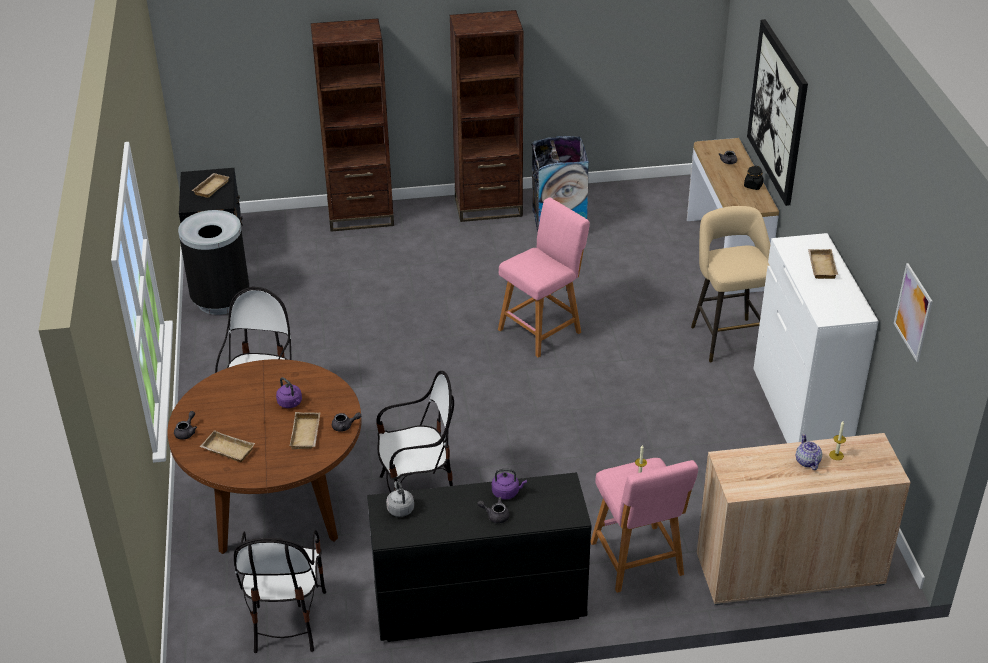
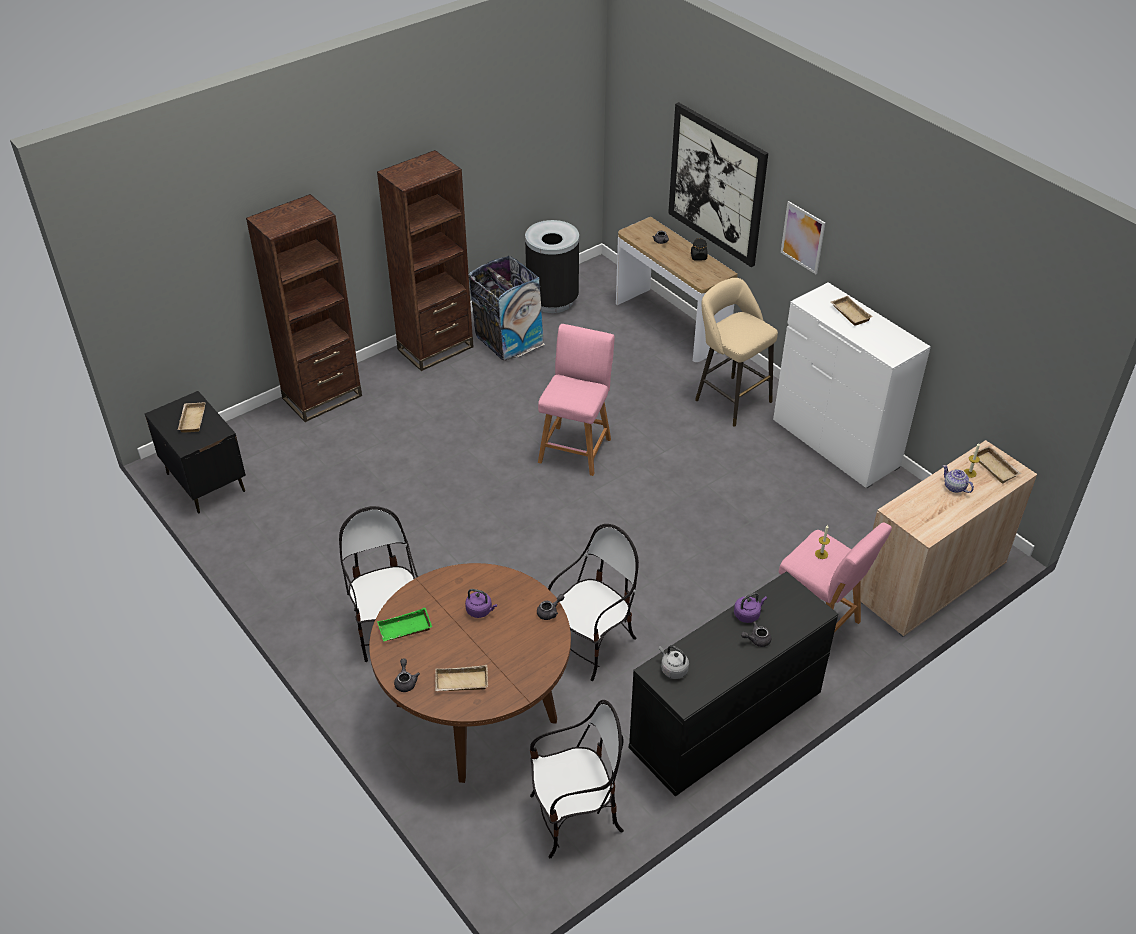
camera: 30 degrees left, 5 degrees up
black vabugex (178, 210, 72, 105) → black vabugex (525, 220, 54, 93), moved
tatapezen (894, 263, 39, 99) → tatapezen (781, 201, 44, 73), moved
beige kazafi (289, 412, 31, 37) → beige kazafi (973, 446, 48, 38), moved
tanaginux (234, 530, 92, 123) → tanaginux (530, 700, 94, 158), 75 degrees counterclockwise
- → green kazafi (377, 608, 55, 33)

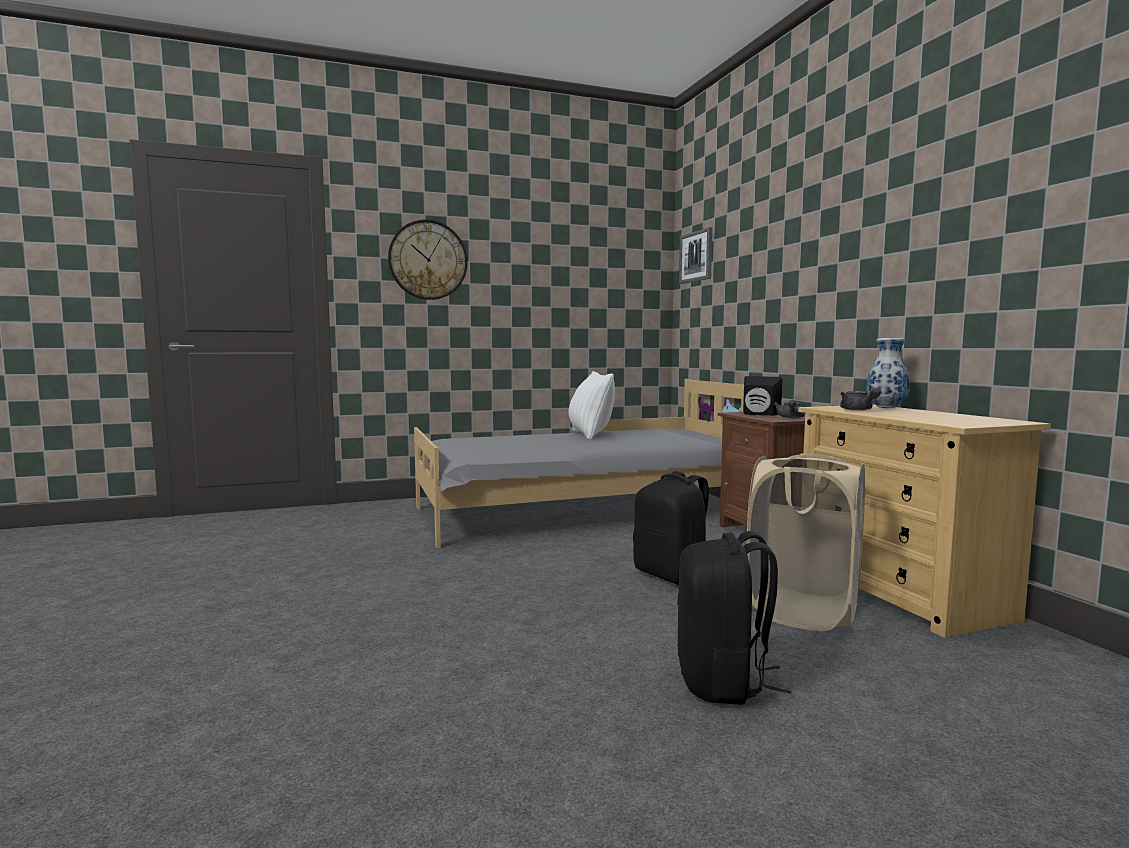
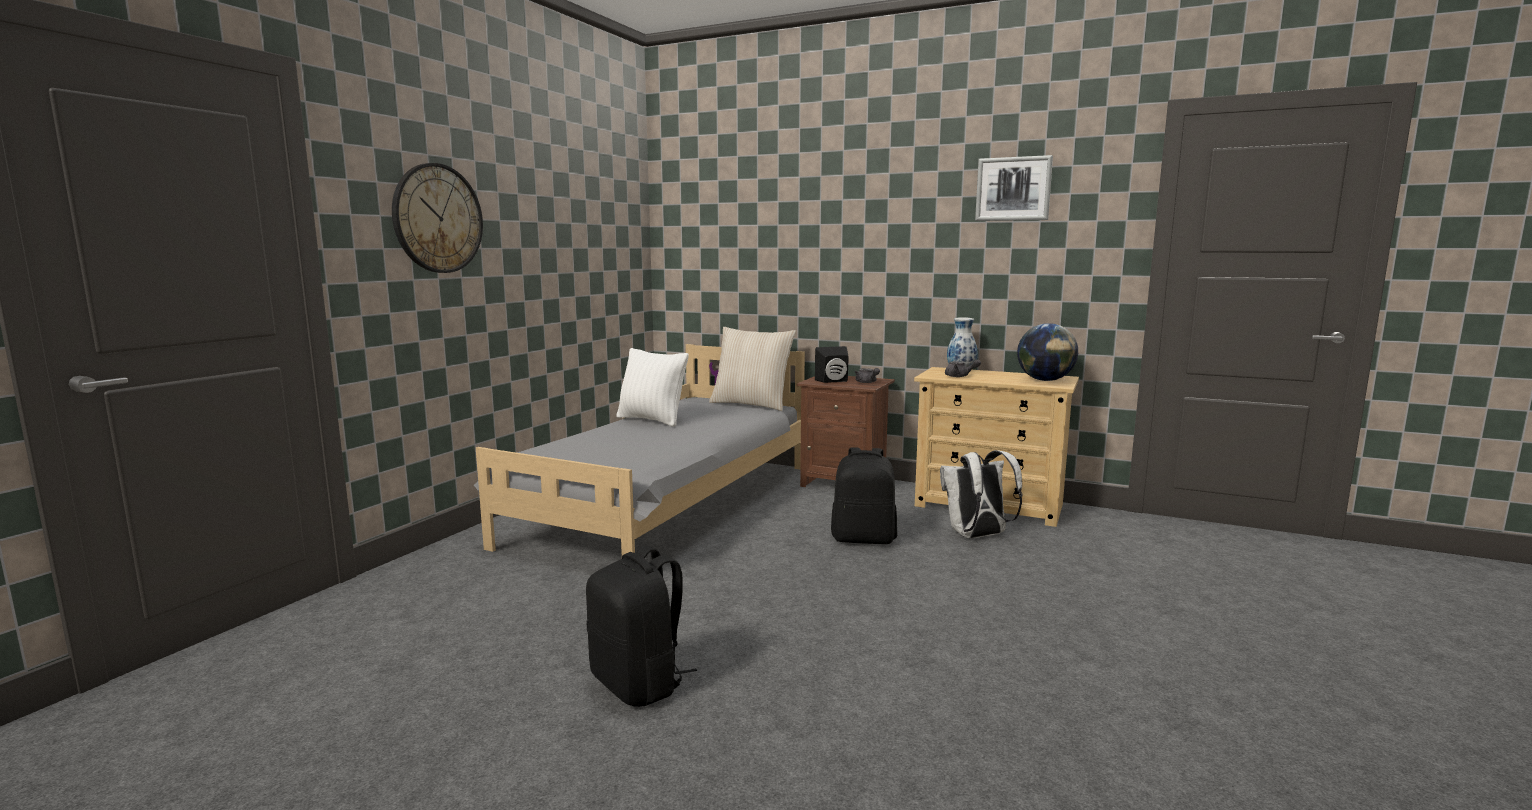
camera: 45 degrees left, 5 degrees up
tatapezen (679, 227, 33, 57) → tatapezen (975, 155, 78, 66), moved
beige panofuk (747, 453, 118, 178) → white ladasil (940, 450, 83, 88)
black ladasil (678, 531, 114, 174) → black ladasil (586, 545, 111, 162), moved
- → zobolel (1017, 323, 61, 58)
- → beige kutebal (709, 327, 87, 84)

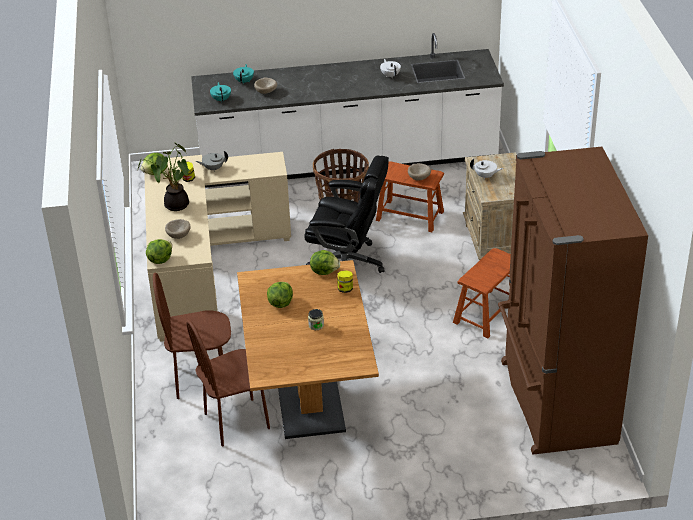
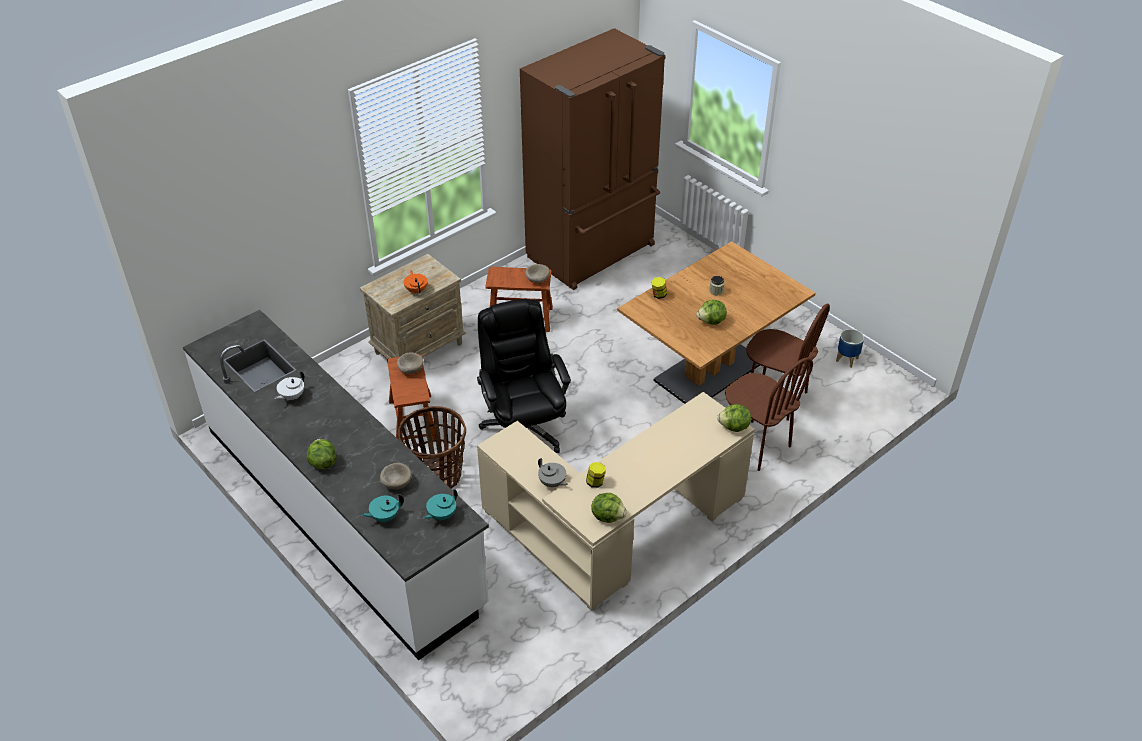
camera: 125 degrees left, 5 degrees up
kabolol (138, 142, 52, 69) → -
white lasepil (470, 159, 33, 21) → orange lasepil (404, 270, 23, 24)
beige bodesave (165, 219, 26, 20) → beige bodesave (525, 264, 25, 19), moved
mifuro (310, 250, 30, 25) → mifuro (307, 439, 30, 31), moved
- → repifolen (836, 329, 28, 39)

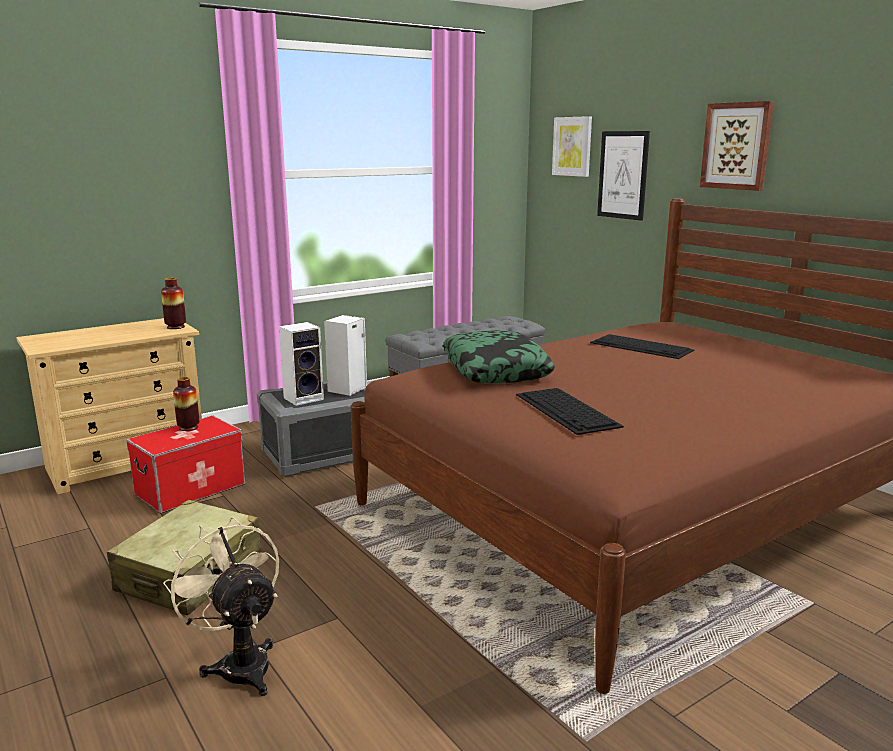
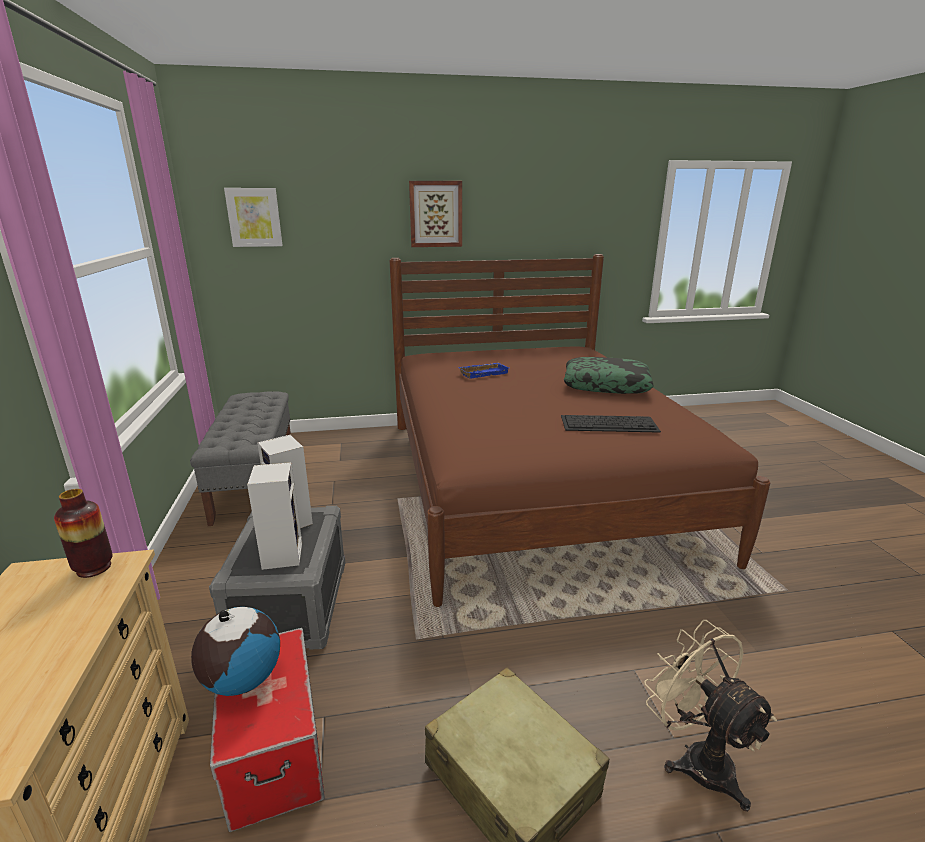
camera: 65 degrees left, 5 degrees up
tatapezen (597, 131, 53, 90) → -
kutebal (443, 330, 112, 53) → kutebal (564, 357, 90, 37), moved
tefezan (590, 334, 105, 25) → blue kazafi (458, 363, 51, 16)
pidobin (173, 377, 27, 54) → zobolel (191, 607, 89, 89)
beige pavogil (163, 517, 116, 179) → beige pavogil (644, 620, 133, 191), 75 degrees clockwise

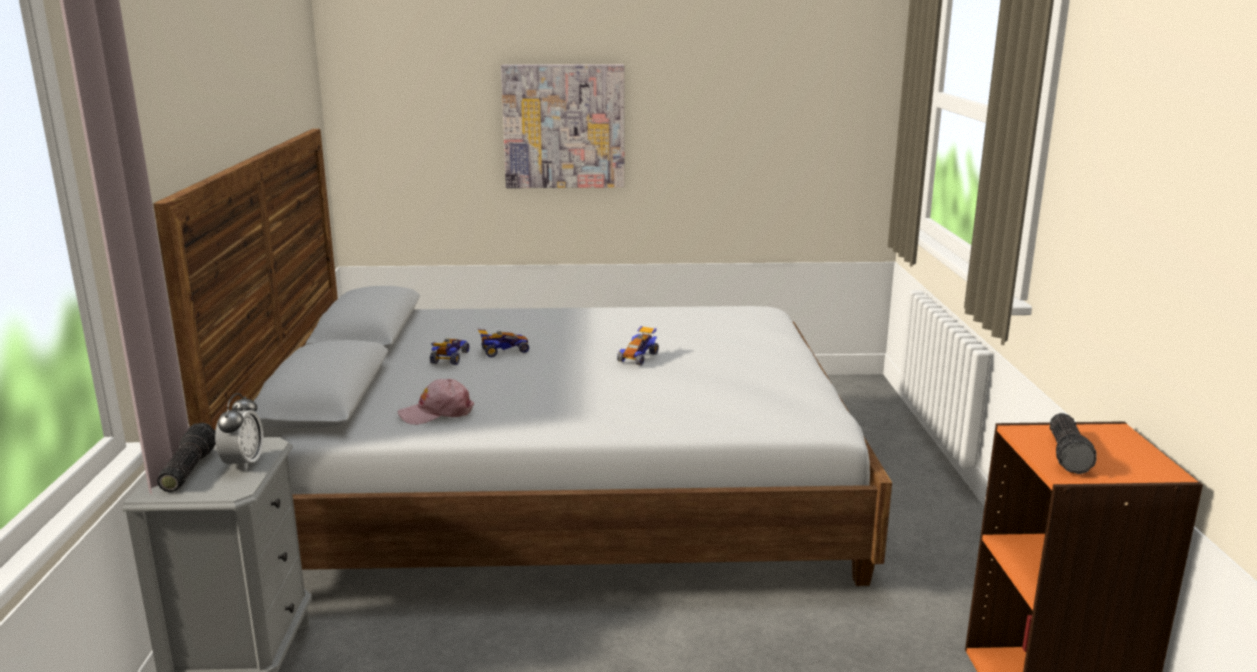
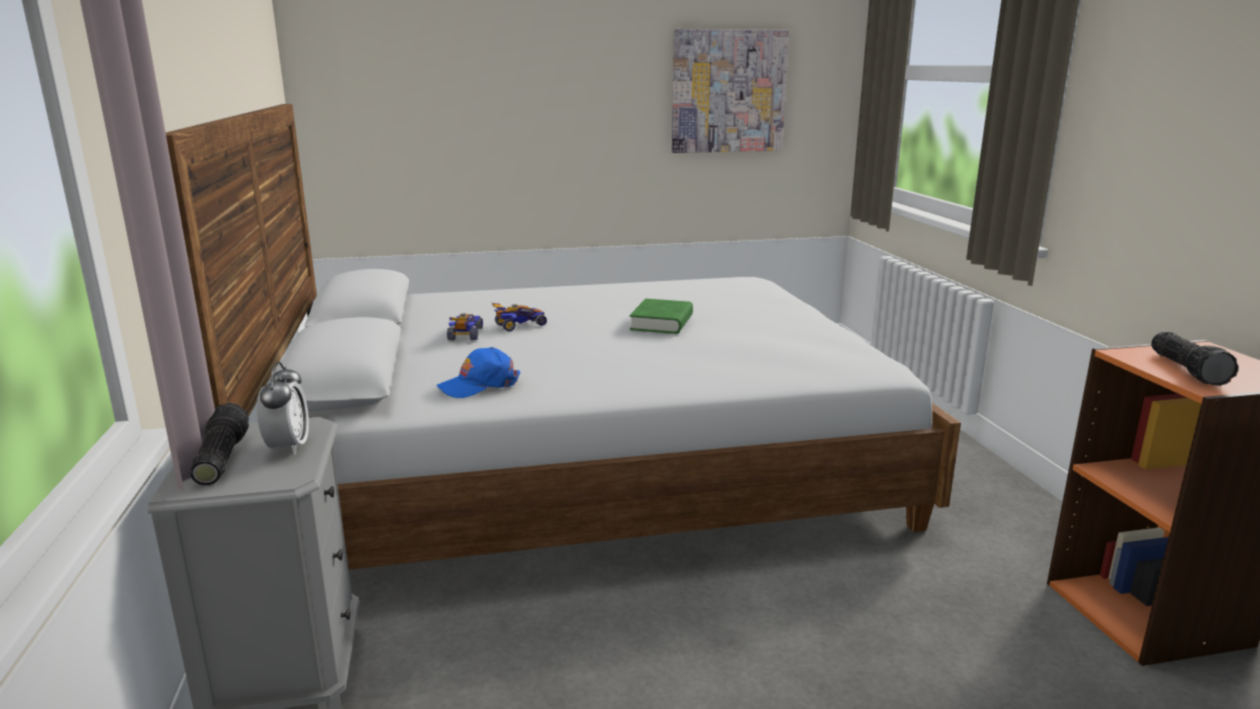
camera: 10 degrees left, 0 degrees up
tatapezen (501, 64, 124, 124) → tatapezen (672, 29, 117, 124), moved
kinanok (617, 326, 42, 40) → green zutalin (630, 299, 63, 35)
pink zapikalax (398, 379, 76, 46) → blue zapikalax (437, 347, 84, 51)

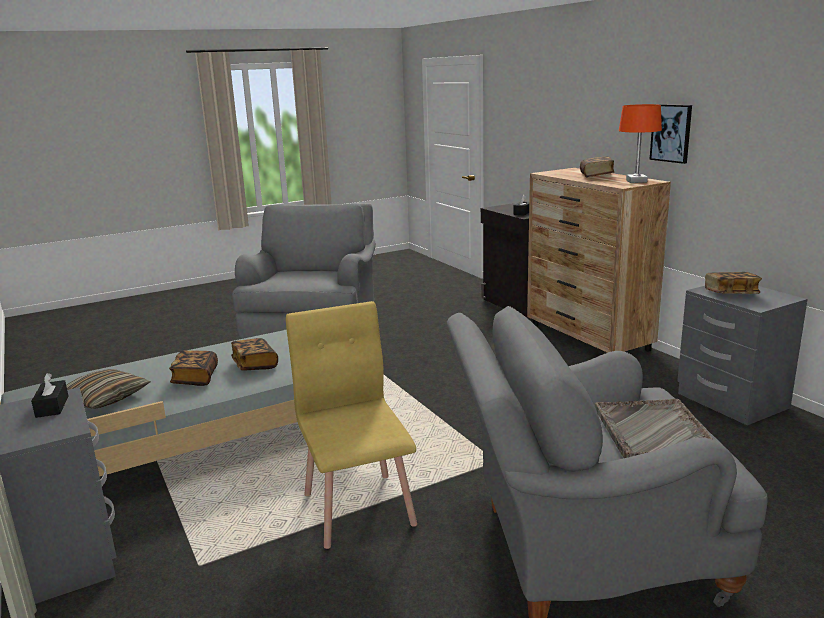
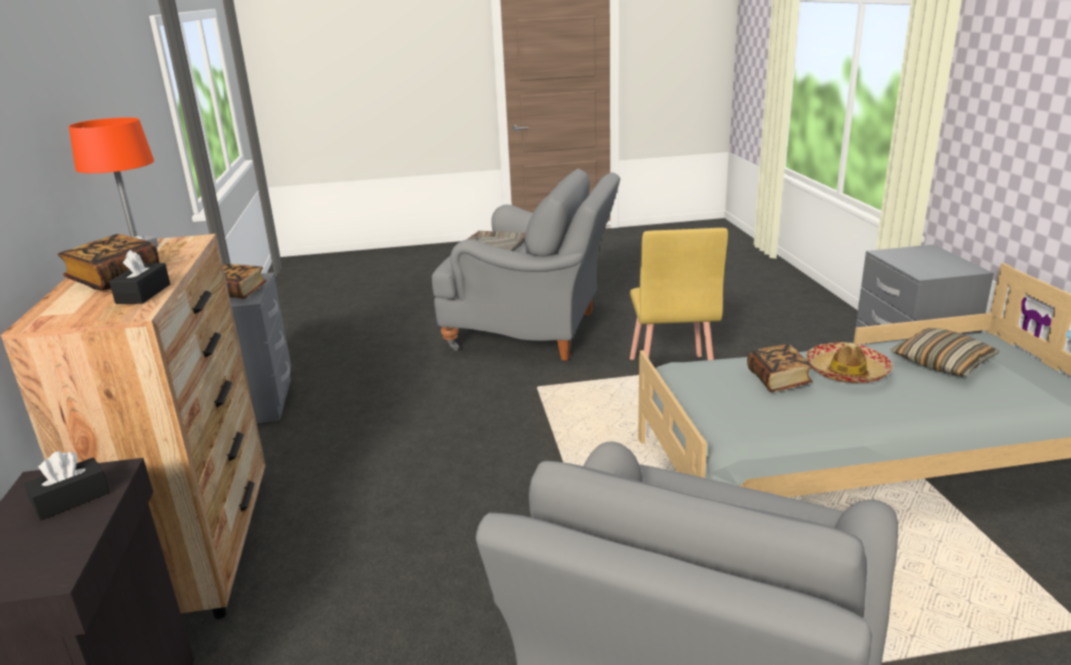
camera: 160 degrees left, 5 degrees up
tatapezen (649, 104, 43, 60) → -
zutalin (169, 350, 49, 36) → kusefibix (806, 342, 87, 41)
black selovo (31, 373, 37, 45) → black selovo (109, 250, 61, 54), moved

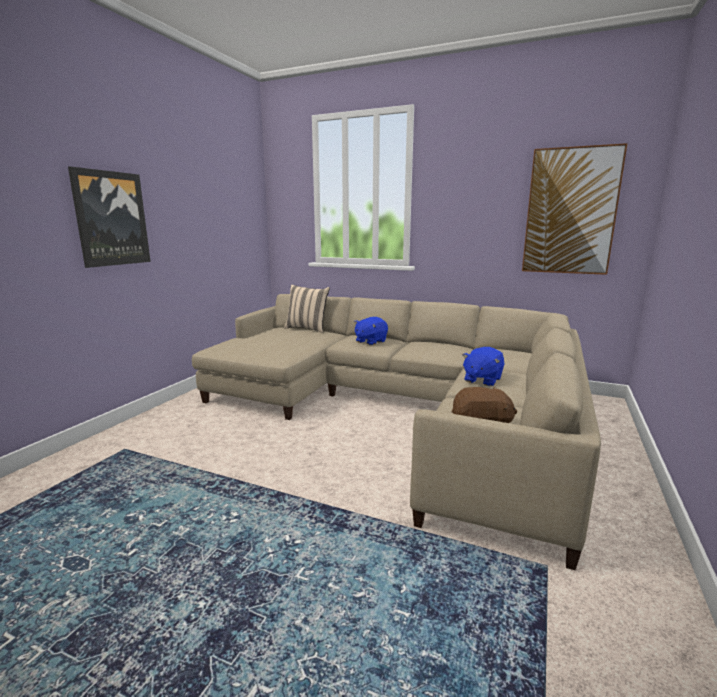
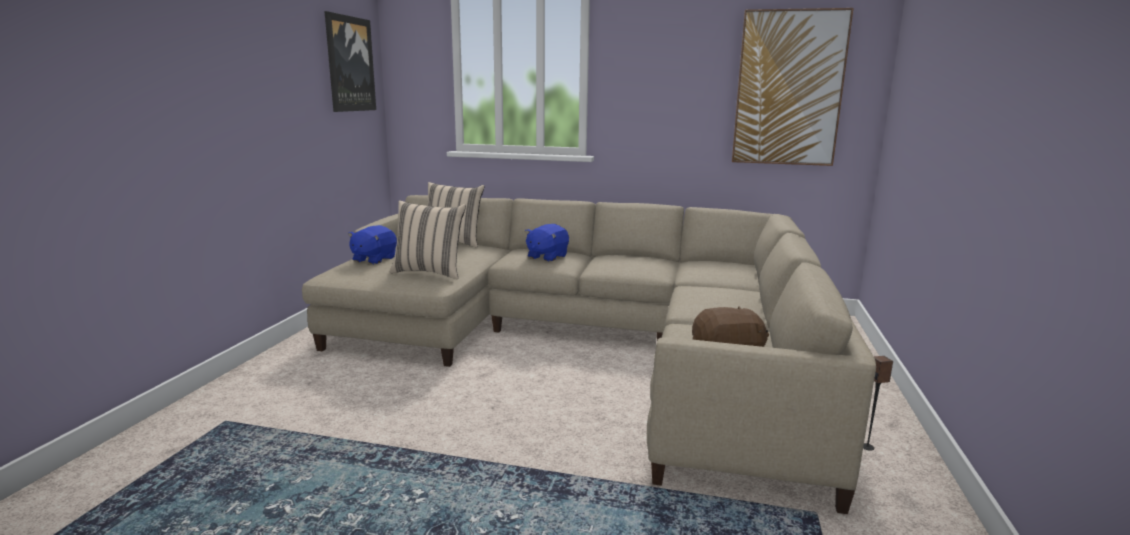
camera: 10 degrees left, 0 degrees up
tatapezen (68, 166, 83, 102) → tatapezen (324, 11, 52, 101), moved
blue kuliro (462, 347, 43, 39) → blue kuliro (348, 225, 49, 40), moved
- → beige kutebal (390, 201, 76, 78)
- → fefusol (863, 356, 30, 95)

